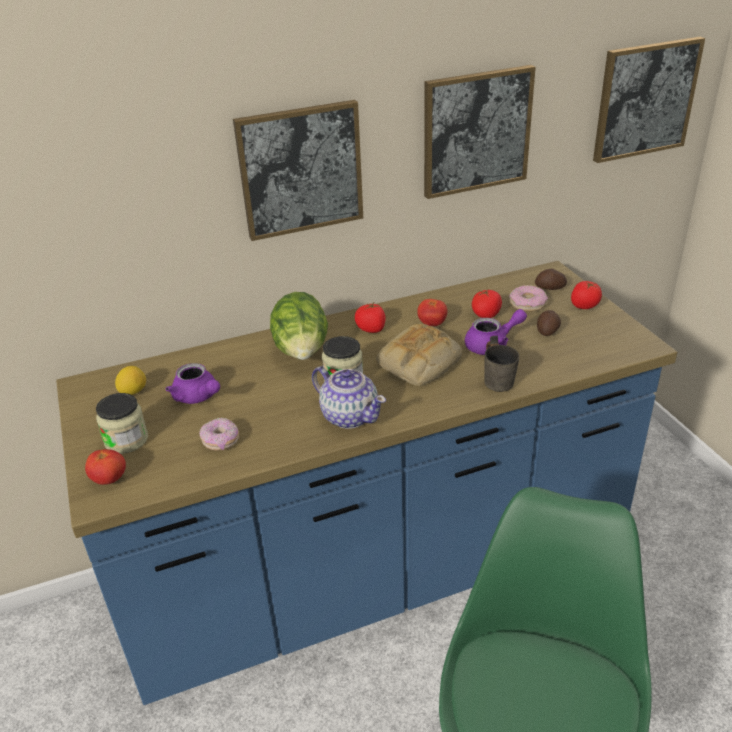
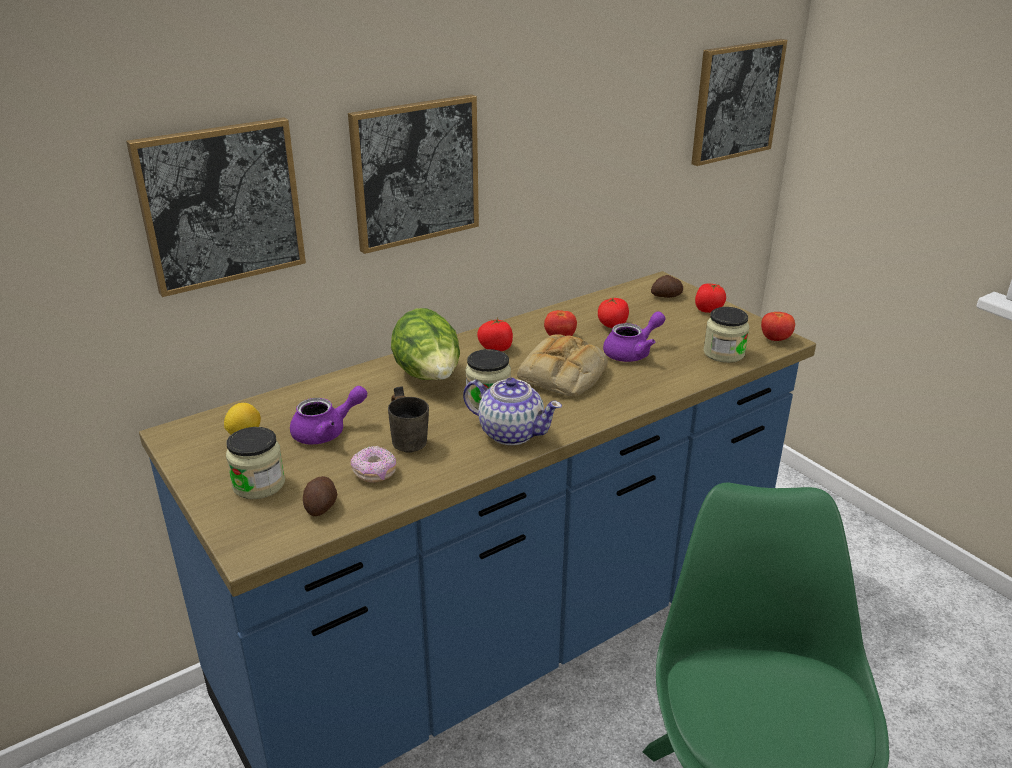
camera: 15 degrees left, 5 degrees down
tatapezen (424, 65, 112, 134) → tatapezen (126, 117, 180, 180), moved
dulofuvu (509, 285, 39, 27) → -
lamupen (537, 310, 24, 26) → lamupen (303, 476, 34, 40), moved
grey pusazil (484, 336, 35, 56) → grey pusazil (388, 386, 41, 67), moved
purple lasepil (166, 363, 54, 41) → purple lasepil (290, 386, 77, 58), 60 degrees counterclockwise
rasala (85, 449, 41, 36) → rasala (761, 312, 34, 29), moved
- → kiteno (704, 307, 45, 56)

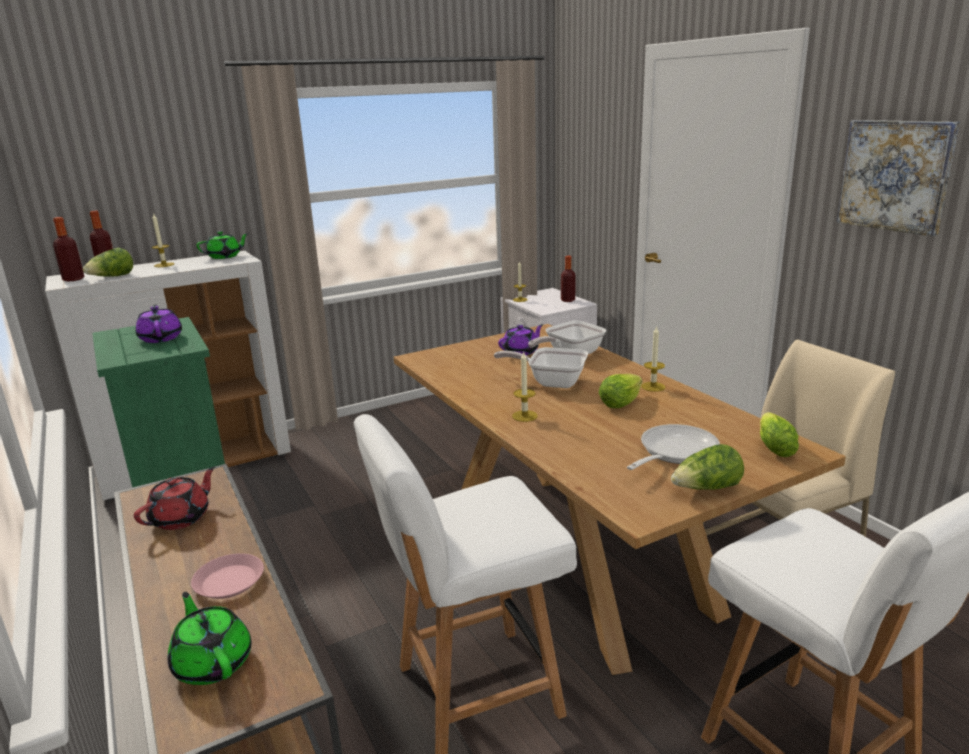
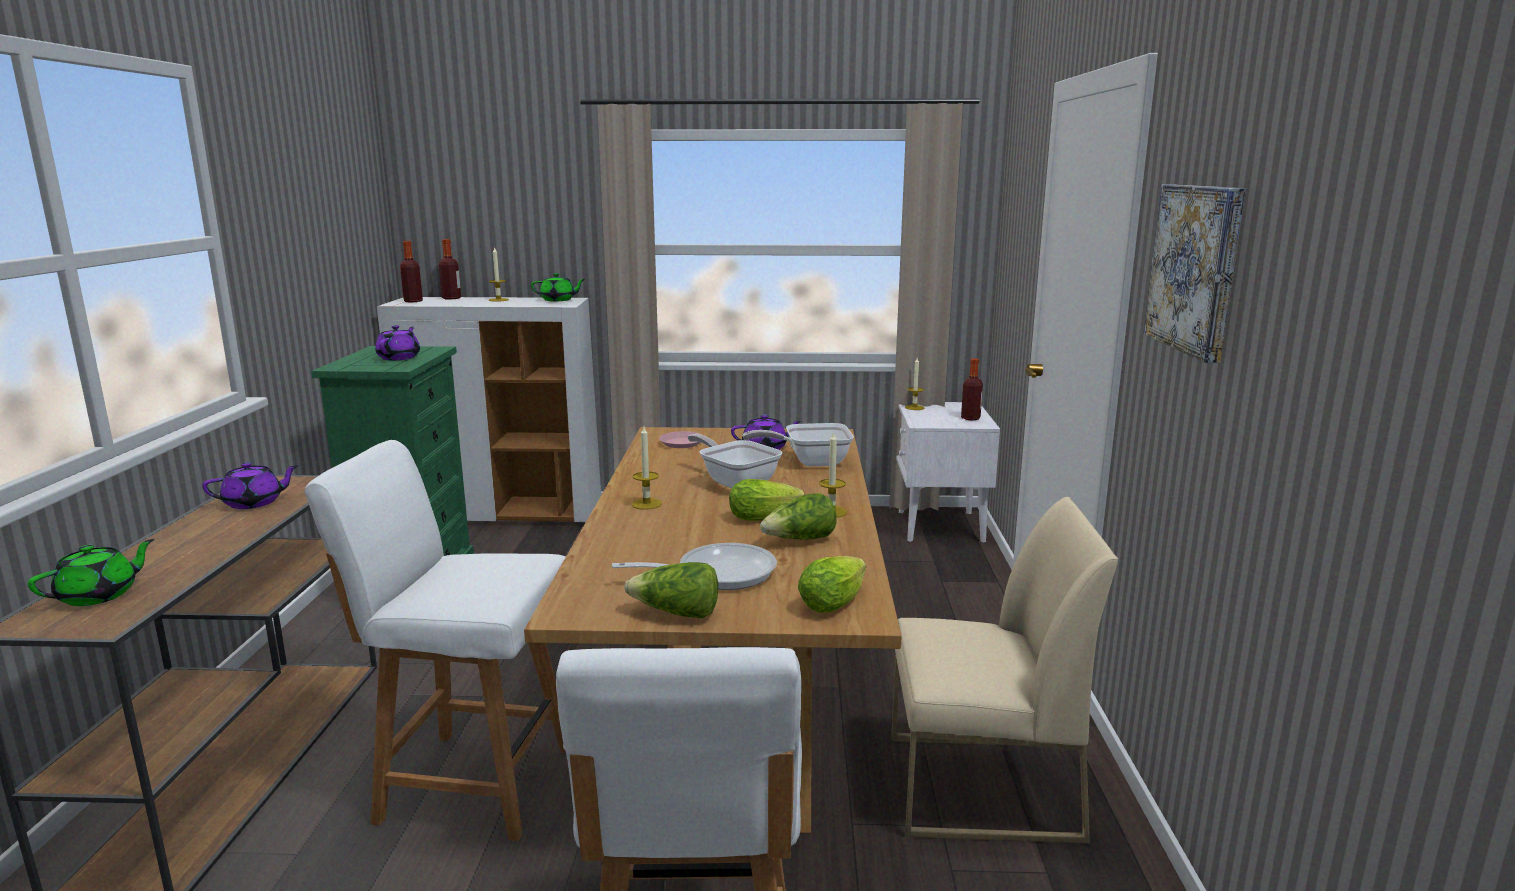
camera: 30 degrees right, 5 degrees down
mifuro (82, 248, 51, 28) → mifuro (760, 493, 77, 47), moved
red lasepil (134, 466, 81, 64) → purple lasepil (202, 462, 97, 47)
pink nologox (191, 553, 73, 46) → pink nologox (659, 431, 43, 17), moved
green lasepil (168, 592, 83, 93) → green lasepil (28, 539, 126, 67), 45 degrees clockwise

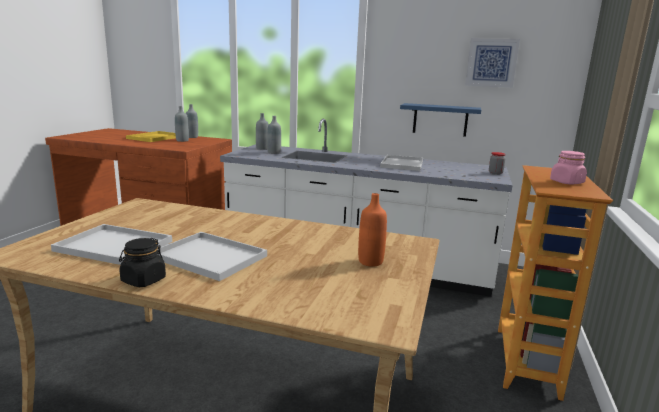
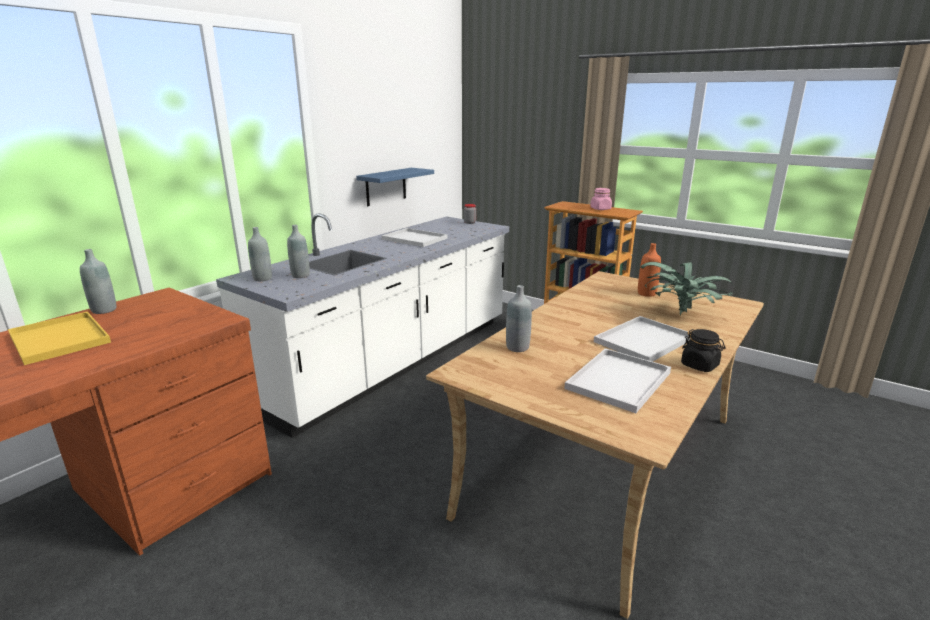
camera: 70 degrees left, 5 degrees up
tatapezen (465, 38, 55, 50) → -
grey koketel (175, 106, 14, 36) → grey koketel (506, 285, 26, 67), moved
- → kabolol (641, 262, 93, 54)

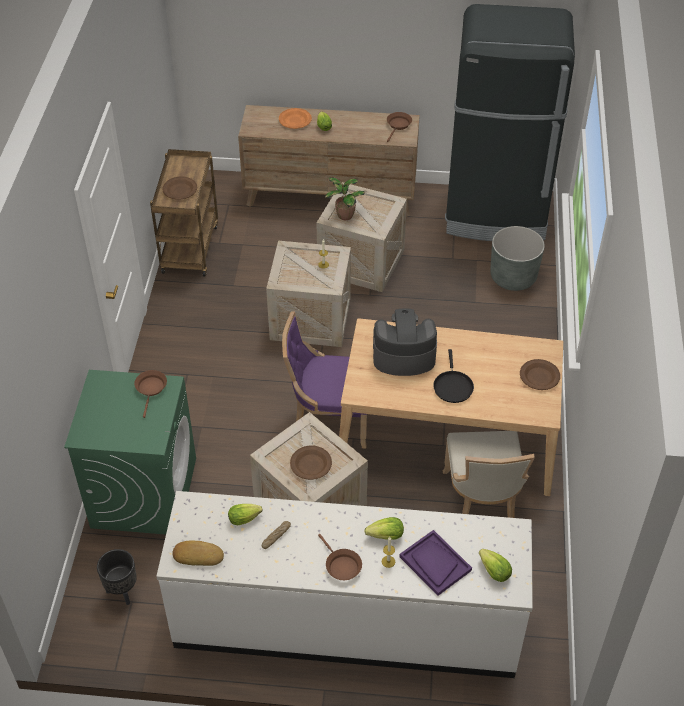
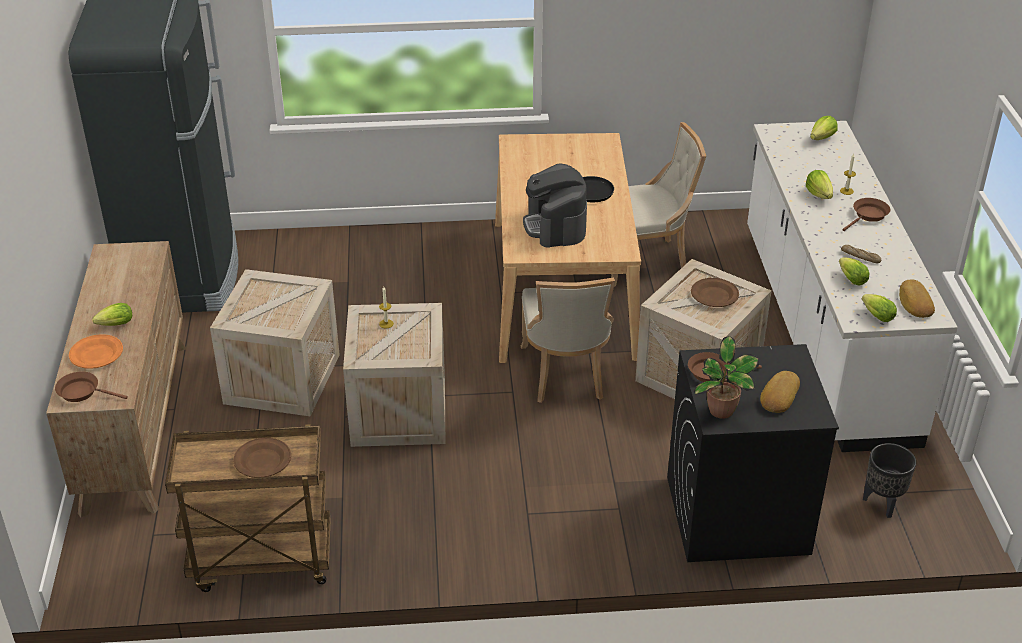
camera: 100 degrees left, 10 degrees down
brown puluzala (387, 112, 25, 30) → brown puluzala (55, 372, 73, 30), moved
kabolol (325, 177, 40, 43) → kabolol (694, 336, 65, 83), moved
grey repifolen (490, 226, 55, 65) → -
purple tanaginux (282, 312, 85, 137) → beige tanaginux (521, 277, 94, 126)
brown nologox (520, 359, 40, 31) → -
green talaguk (64, 370, 132, 165) → black talaguk (667, 344, 172, 218)
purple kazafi (399, 530, 73, 66) → -
- → mifuro (862, 294, 35, 28)
- → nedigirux (760, 371, 40, 42)

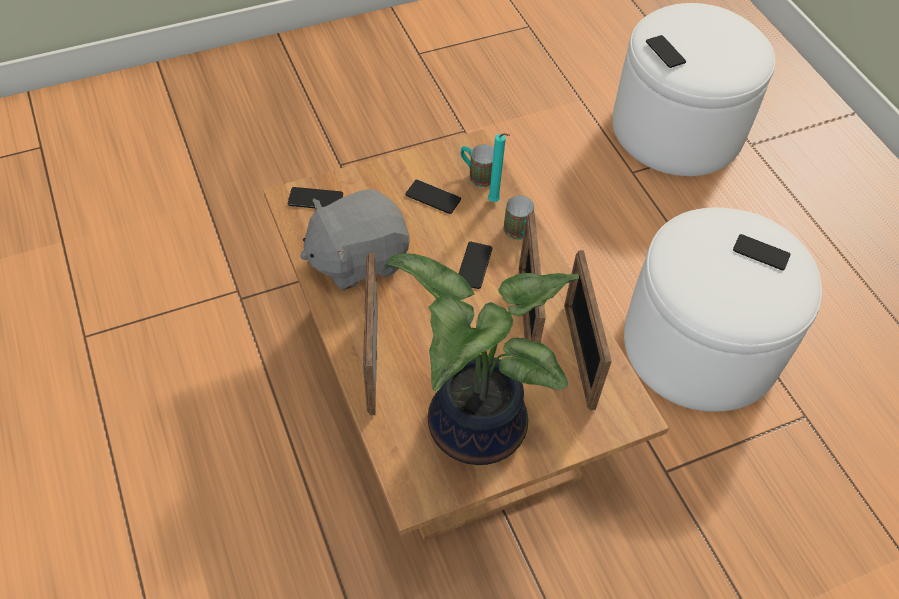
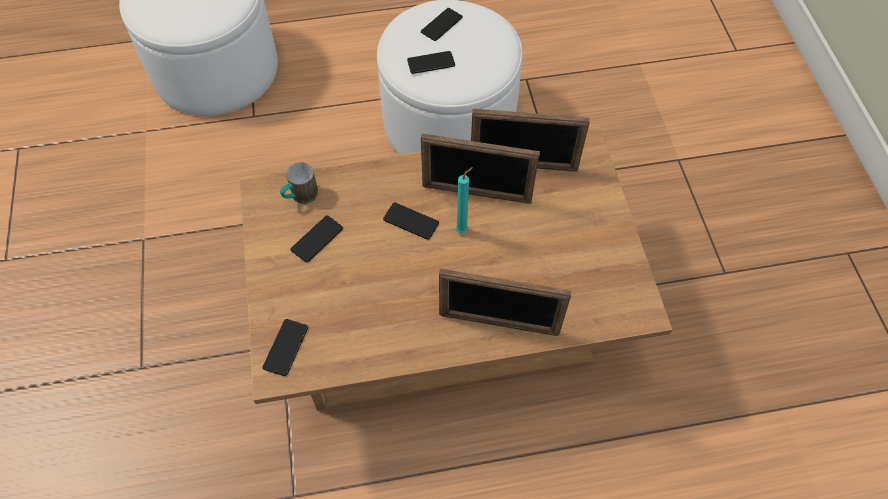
camera: 75 degrees left, 5 degrees up
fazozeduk (646, 35, 40, 33) → fazozeduk (407, 51, 48, 23), moved
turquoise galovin (488, 133, 22, 69) → turquoise galovin (456, 167, 17, 67), moved
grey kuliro (300, 189, 110, 101) → -
pusazil (504, 196, 30, 44) → -
kabolol (384, 253, 195, 212) → -

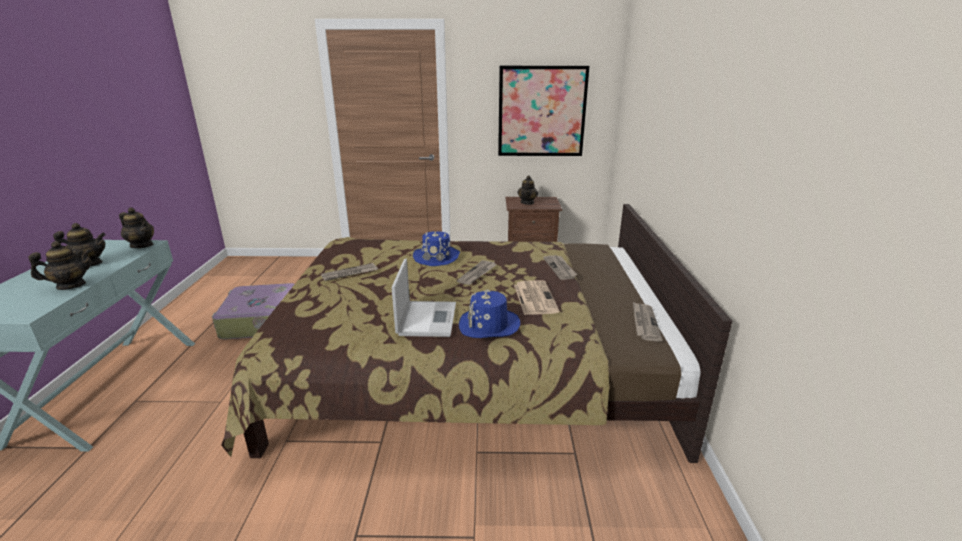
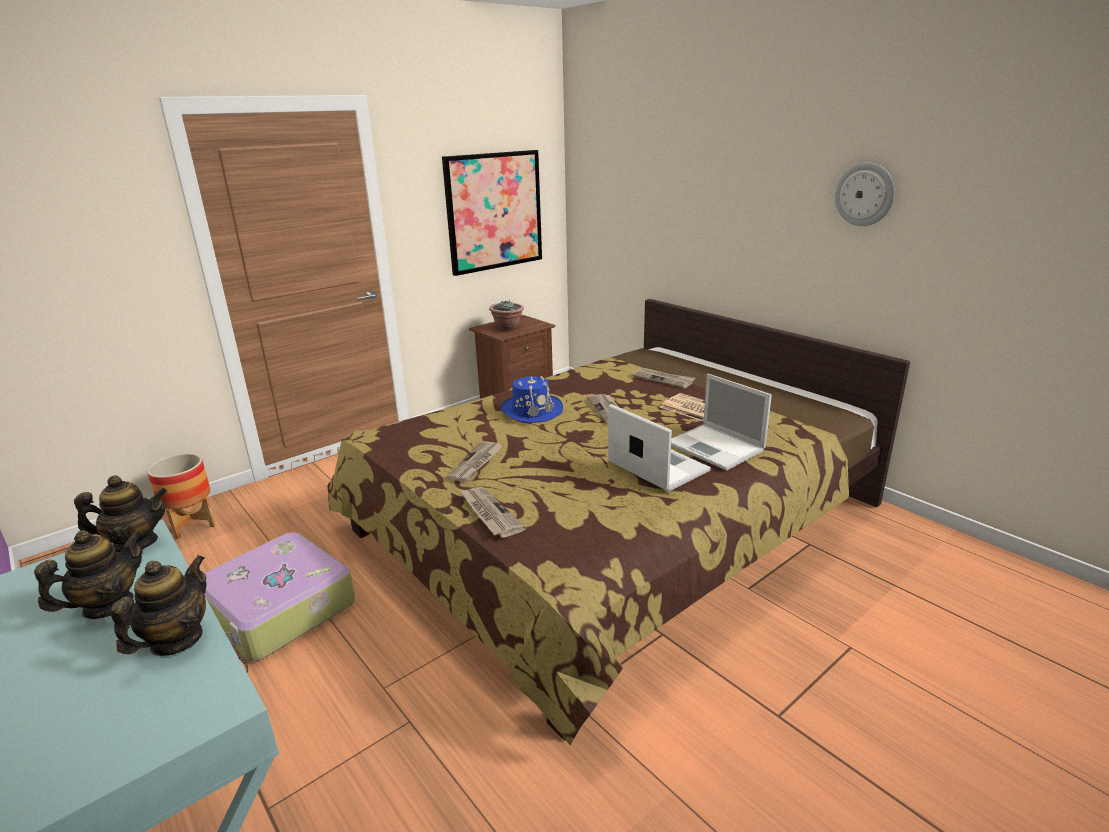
camera: 40 degrees left, 0 degrees up
lasepil (517, 175, 21, 30) → kabolol (489, 300, 35, 31)
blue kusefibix (459, 289, 61, 49) → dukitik (671, 374, 101, 97)
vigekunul (633, 302, 30, 40) → vigekunul (459, 487, 67, 50), moved
- → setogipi (835, 162, 60, 64)
- → repifolen (147, 453, 69, 86)

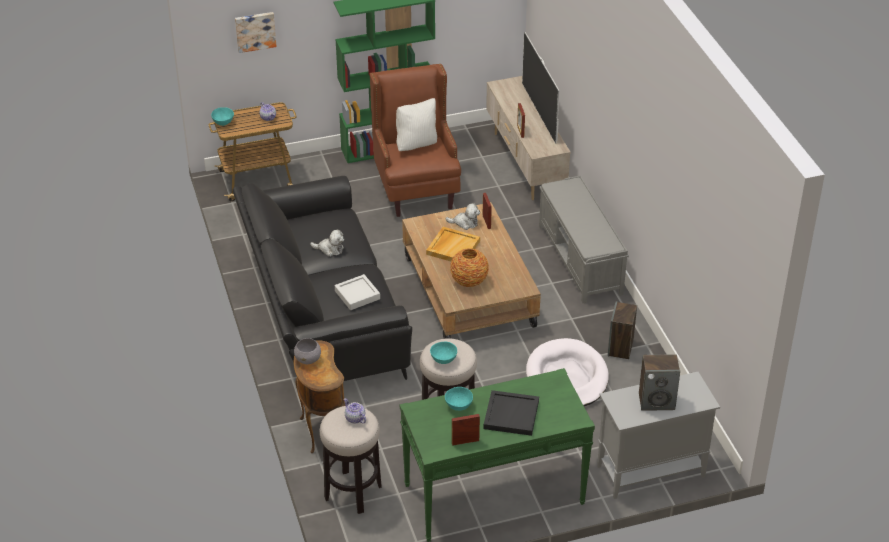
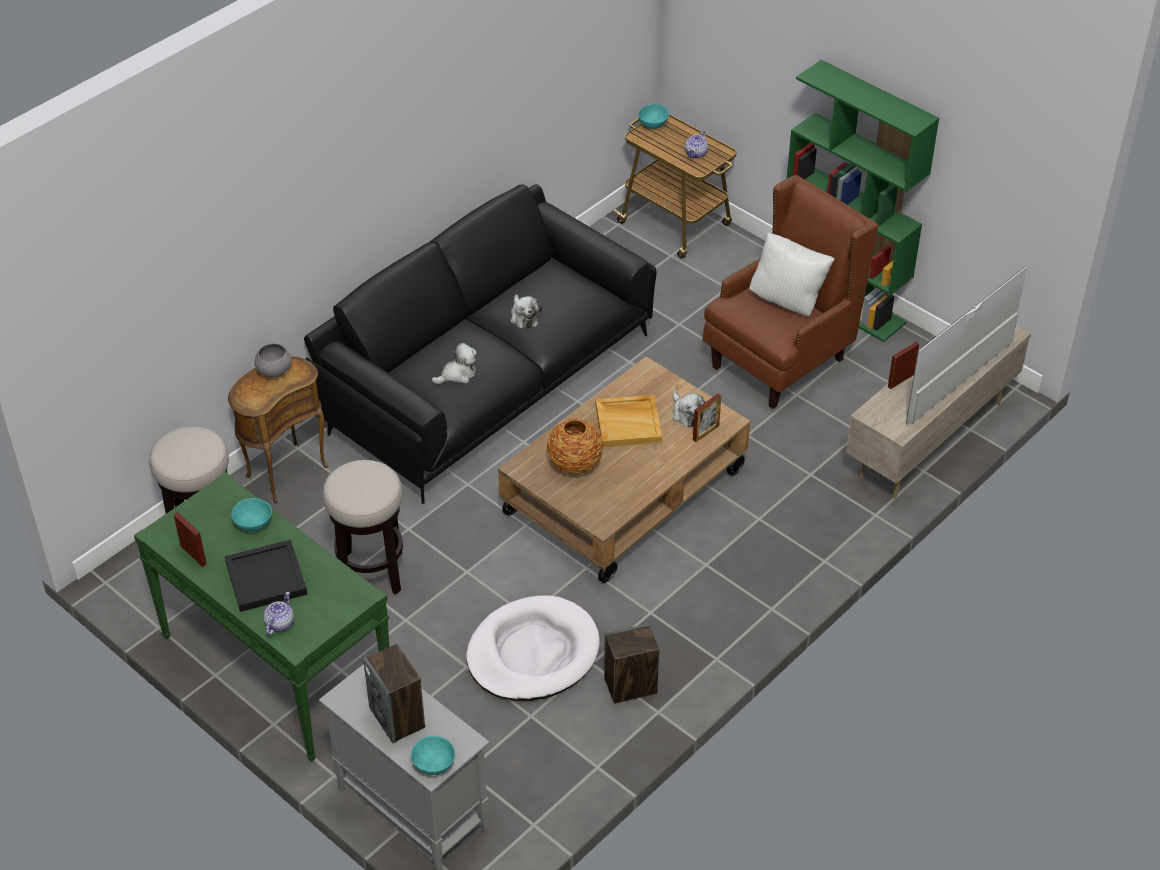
camera: 60 degrees right, 5 degrees up
tatapezen (235, 12, 41, 41) → -
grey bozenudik (539, 175, 90, 128) → -
grey kazafi (335, 274, 45, 36) → kuliro (431, 343, 46, 41)
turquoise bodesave (430, 342, 27, 22) → turquoise bodesave (411, 736, 44, 39), moved
lasepil (344, 398, 22, 25) → lasepil (264, 592, 30, 43), moved

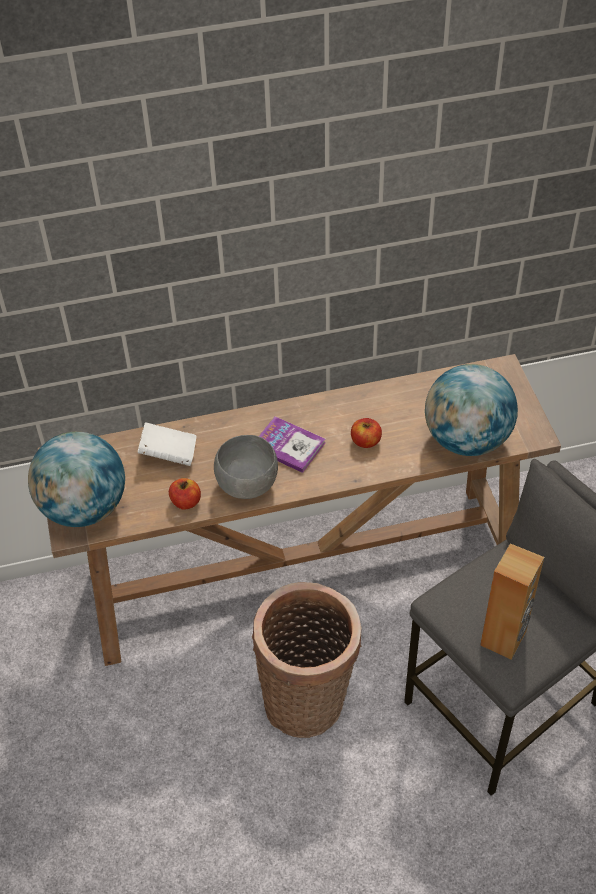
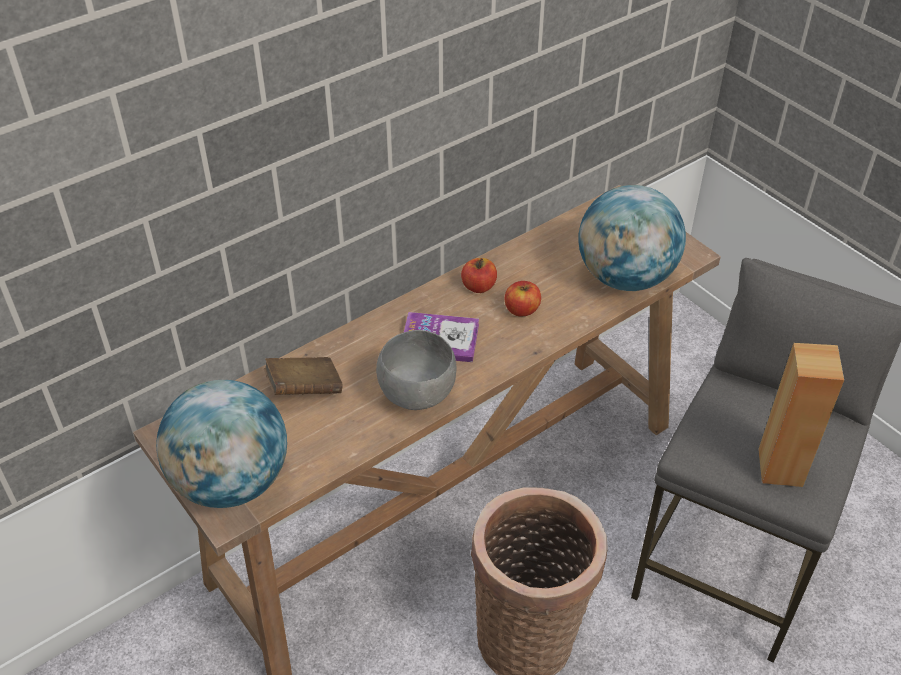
camera: 25 degrees left, 5 degrees down
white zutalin (138, 422, 59, 44) → brown zutalin (264, 357, 79, 38)
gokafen (169, 478, 32, 32) → gokafen (461, 258, 36, 35), moved

